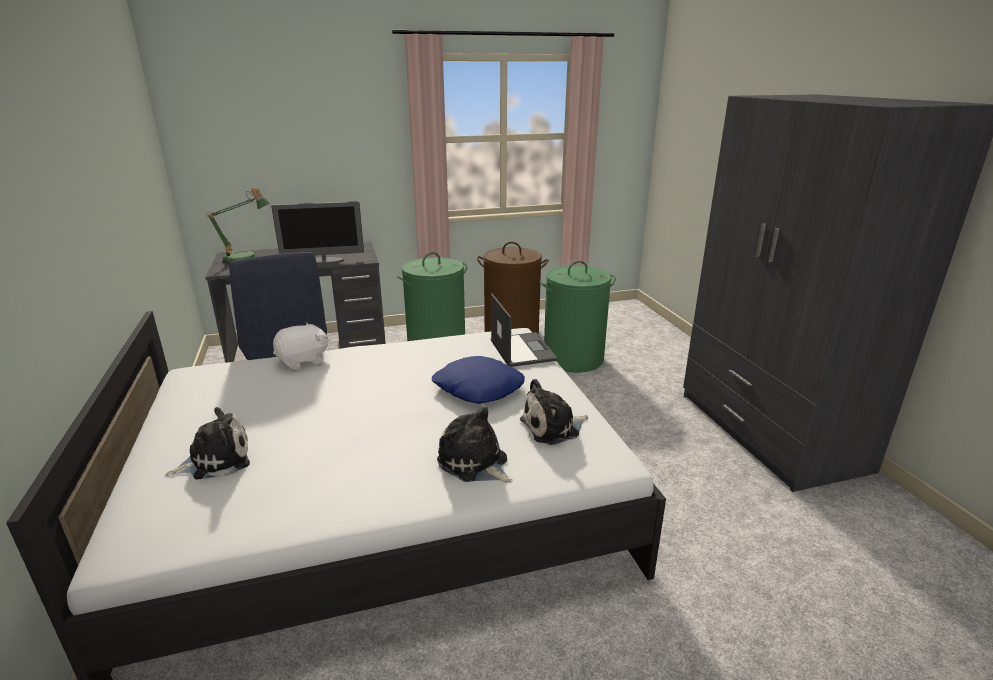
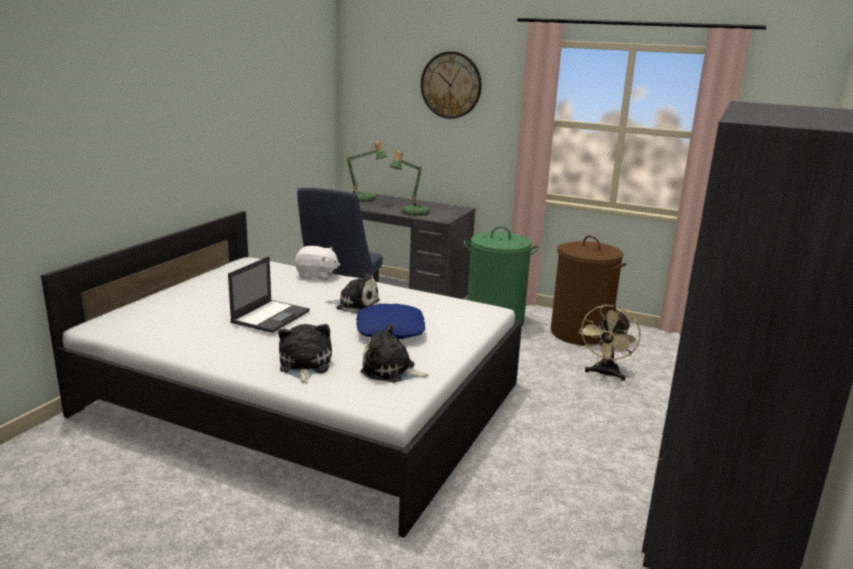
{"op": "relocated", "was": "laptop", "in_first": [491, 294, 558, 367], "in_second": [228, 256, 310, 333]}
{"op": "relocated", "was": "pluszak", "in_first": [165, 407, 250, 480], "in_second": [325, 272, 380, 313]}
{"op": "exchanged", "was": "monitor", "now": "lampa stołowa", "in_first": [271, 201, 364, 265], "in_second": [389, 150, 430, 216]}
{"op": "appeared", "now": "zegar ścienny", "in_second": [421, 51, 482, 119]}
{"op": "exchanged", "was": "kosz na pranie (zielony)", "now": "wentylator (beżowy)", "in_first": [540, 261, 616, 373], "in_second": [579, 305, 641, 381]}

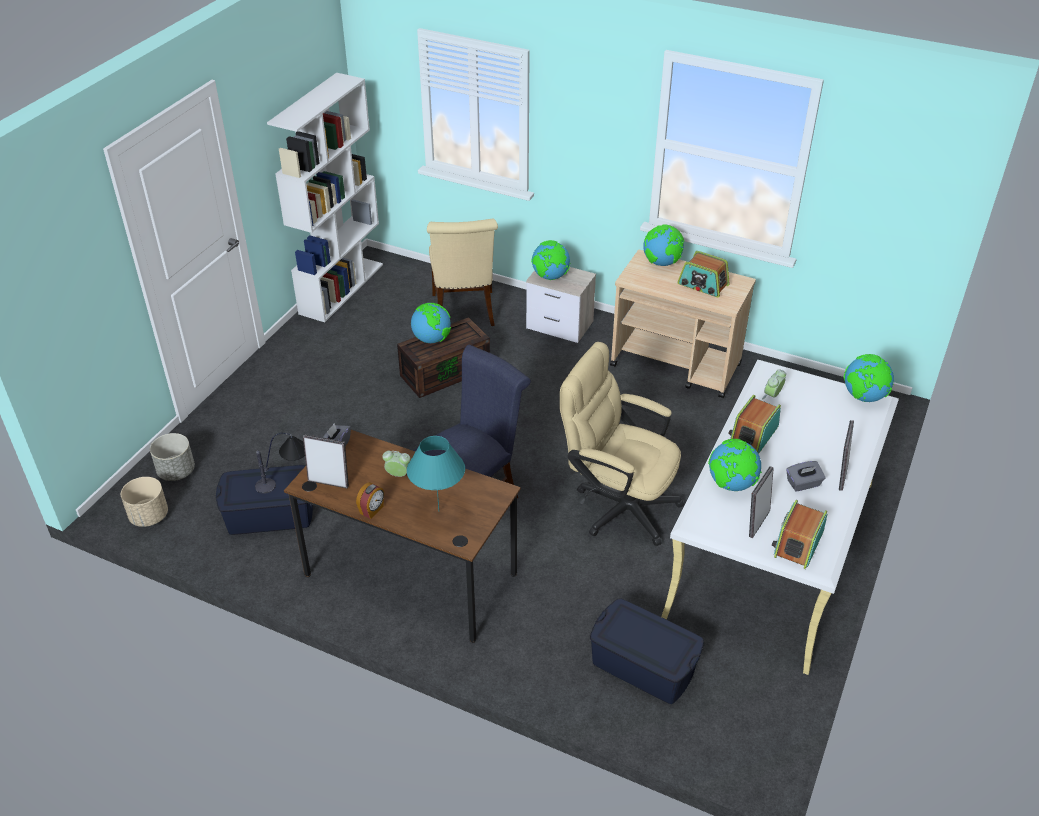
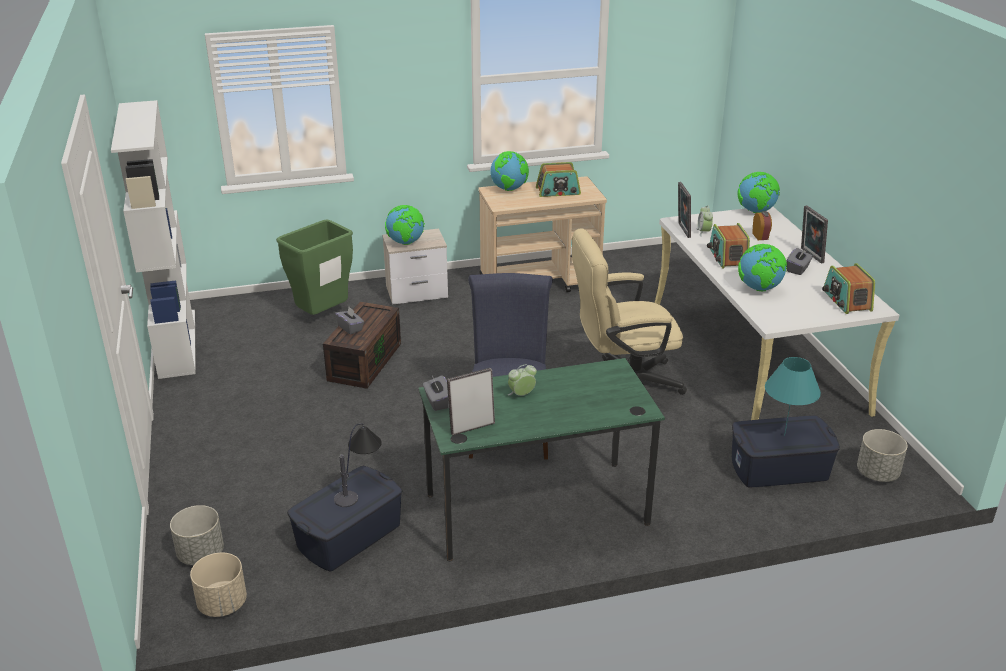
{"op": "exchanged", "was": "krzesło (beżowy)", "now": "kosz na śmieci (zielony)", "in_first": [427, 218, 498, 326], "in_second": [276, 219, 353, 315]}
{"op": "exchanged", "was": "globus", "now": "pudełko chusteczek (szary)", "in_first": [411, 303, 451, 343], "in_second": [335, 307, 364, 335]}
{"op": "colour", "was": "biurko (brązowy)", "now": "biurko (zielony)", "in_first": [284, 430, 521, 643], "in_second": [418, 358, 665, 561]}
{"op": "relocated", "was": "ramka na zdjęcie", "in_first": [749, 466, 774, 538], "in_second": [678, 182, 691, 238]}
{"op": "relocated", "was": "budzik", "in_first": [356, 482, 384, 519], "in_second": [752, 211, 772, 240]}
{"op": "relocated", "was": "lampa stołowa (turkusowy)", "in_first": [407, 436, 465, 510], "in_second": [765, 357, 821, 436]}
{"op": "appeared", "now": "donica (szary)", "in_second": [857, 429, 907, 482]}

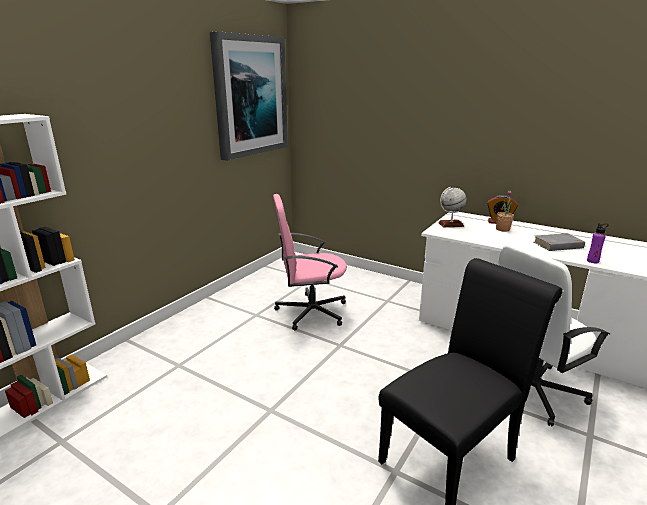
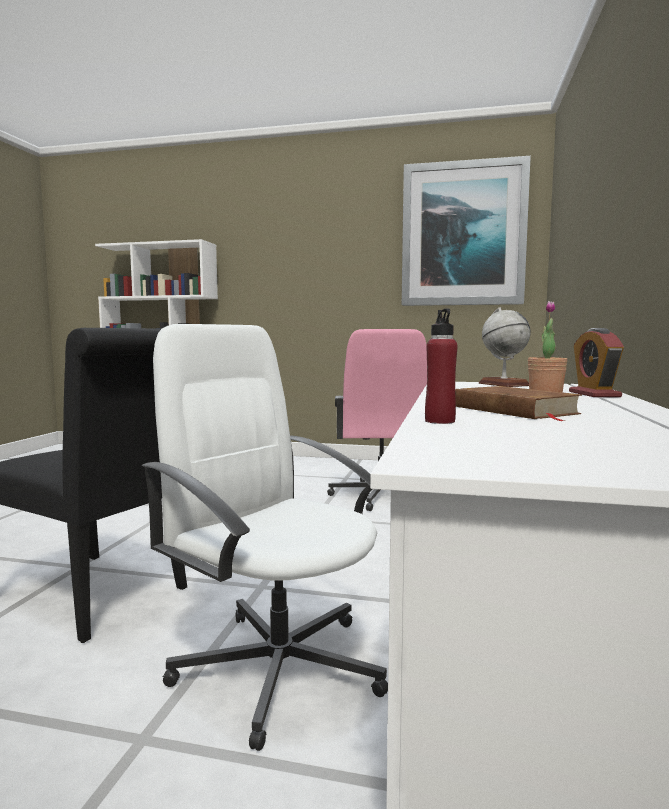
{"op": "spun", "was": "krzesło biurowe (różowy)", "in_first": [273, 194, 347, 331], "in_second": [327, 329, 427, 511], "clockwise": -150}
{"op": "colour", "was": "butelka (fioletowy)", "now": "butelka (czerwony)", "in_first": [587, 223, 608, 263], "in_second": [425, 309, 457, 424]}
{"op": "colour", "was": "książka (szary)", "now": "książka (brązowy)", "in_first": [534, 233, 585, 251], "in_second": [455, 386, 582, 421]}

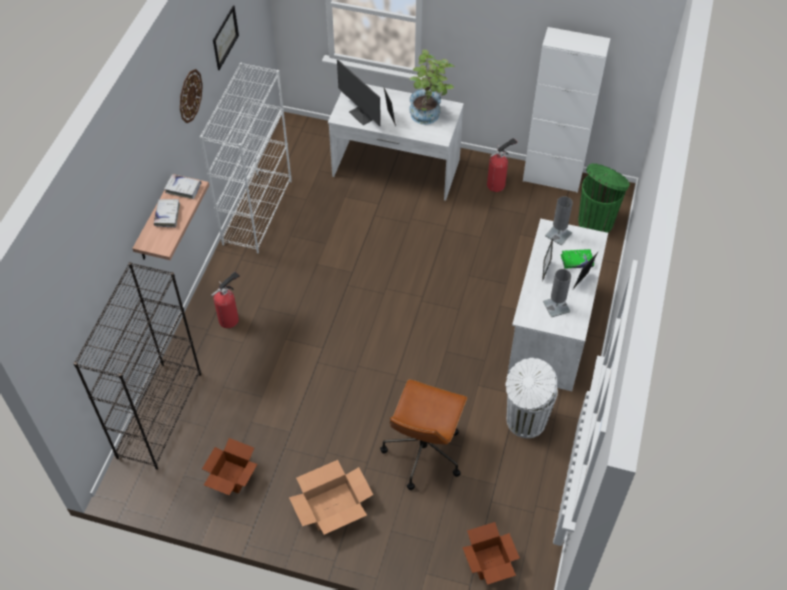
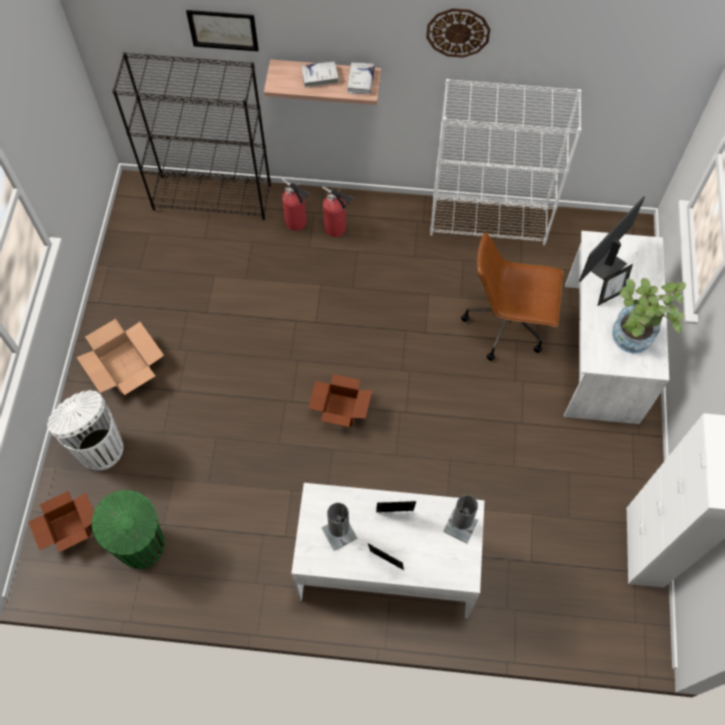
{"op": "relocated", "was": "kosz na śmieci (biały)", "in_first": [506, 358, 558, 438], "in_second": [47, 390, 123, 471]}
{"op": "relocated", "was": "kosz na śmieci (zielony)", "in_first": [578, 163, 630, 233], "in_second": [92, 490, 165, 569]}
{"op": "relocated", "was": "obraz", "in_first": [213, 5, 239, 70], "in_second": [186, 10, 259, 51]}
{"op": "relocated", "was": "gaśnica", "in_first": [487, 138, 517, 192], "in_second": [282, 178, 311, 231]}
{"op": "relocated", "was": "karton", "in_first": [202, 438, 257, 495], "in_second": [308, 374, 372, 427]}
{"op": "relocated", "was": "krzesło biurowe (brązowy)", "in_first": [380, 379, 467, 490], "in_second": [461, 232, 563, 361]}
{"op": "missing", "was": "książka (zielony)", "in_first": [561, 249, 594, 268]}

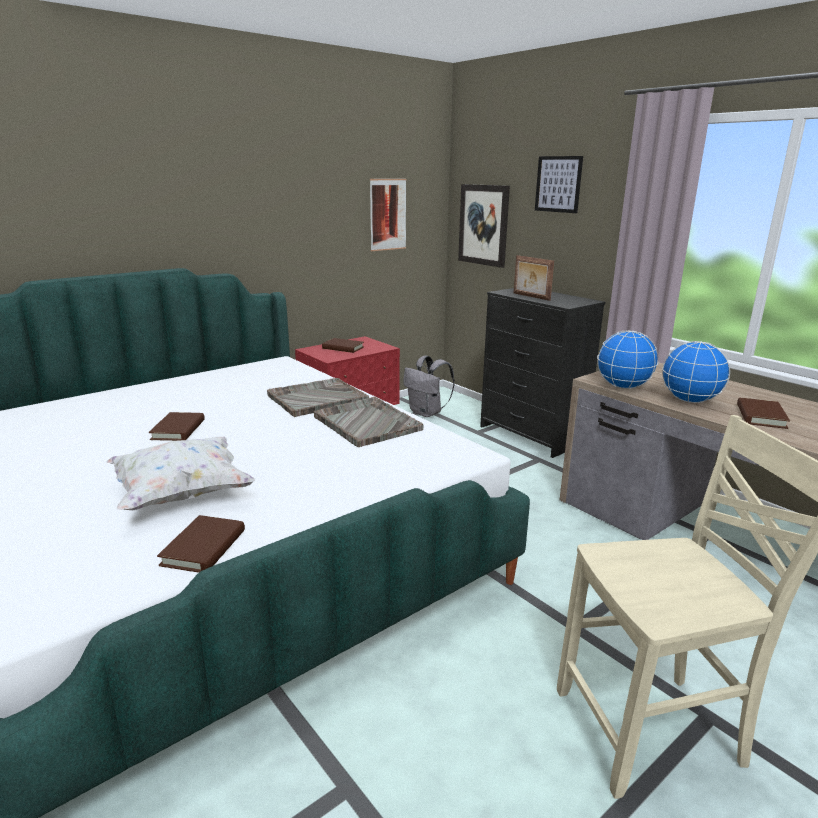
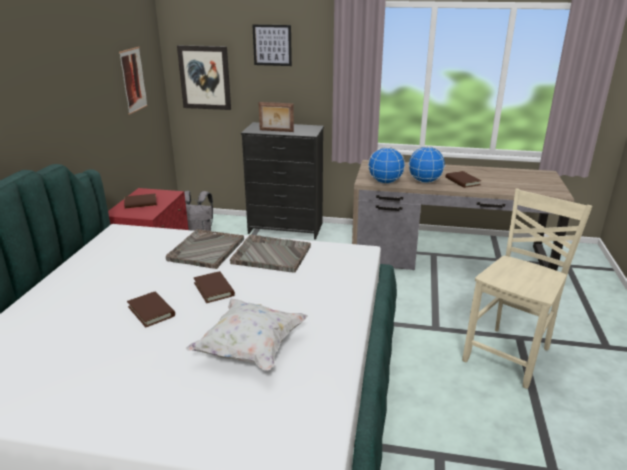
{"op": "relocated", "was": "książka (brązowy)", "in_first": [157, 515, 245, 573], "in_second": [194, 271, 235, 303]}

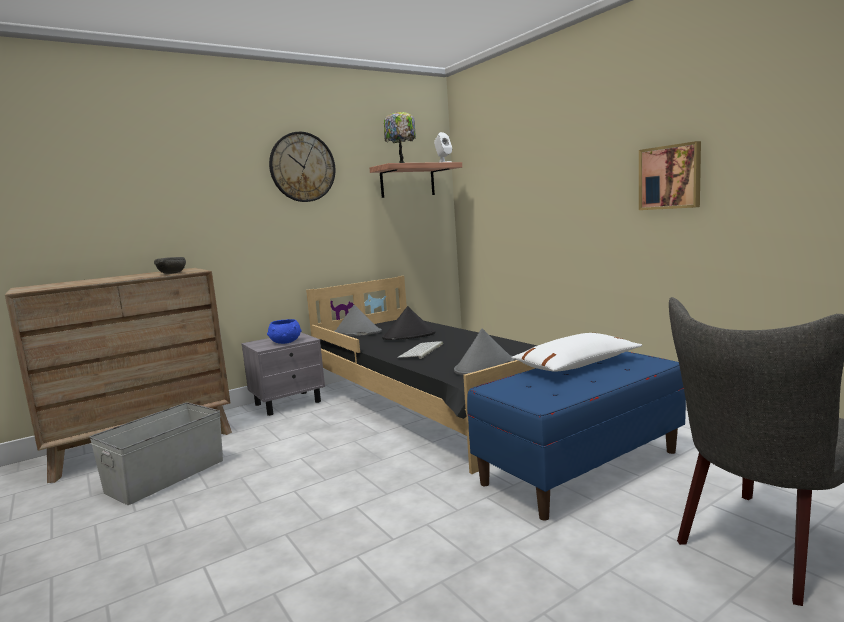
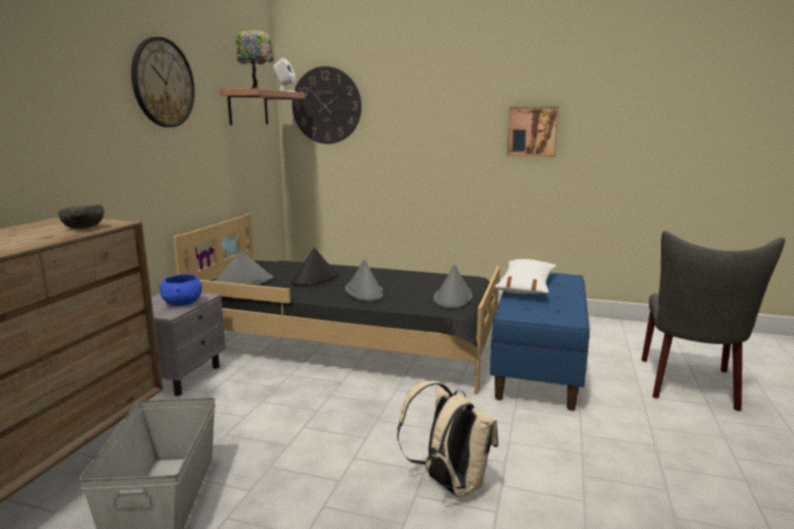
{"op": "appeared", "now": "zegar ścienny", "in_second": [292, 66, 362, 144]}
{"op": "exchanged", "was": "klawiatura", "now": "kapelusz (szary)", "in_first": [398, 341, 443, 359], "in_second": [345, 259, 384, 302]}
{"op": "appeared", "now": "plecak (beżowy)", "in_second": [397, 381, 498, 497]}

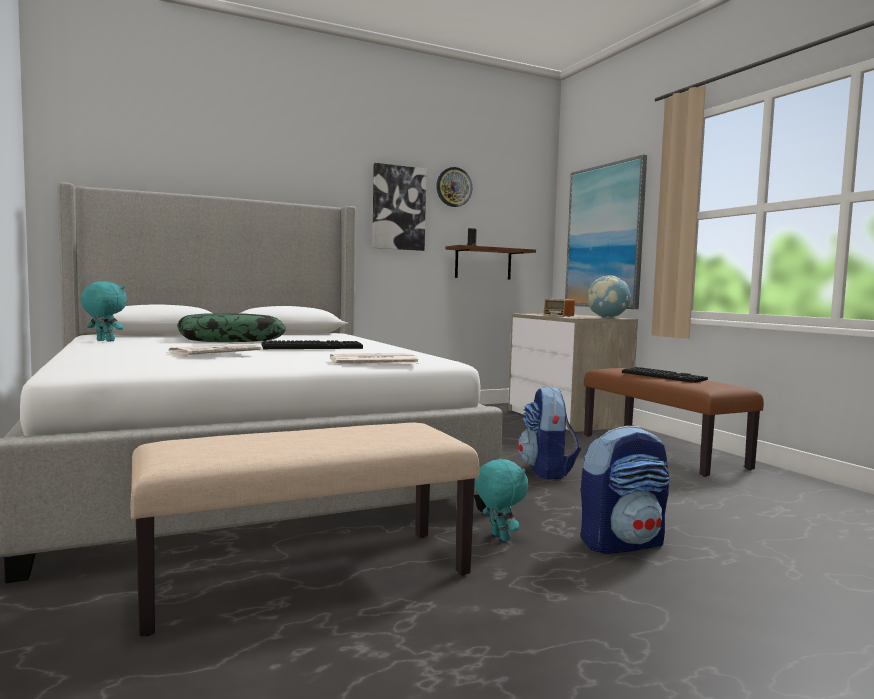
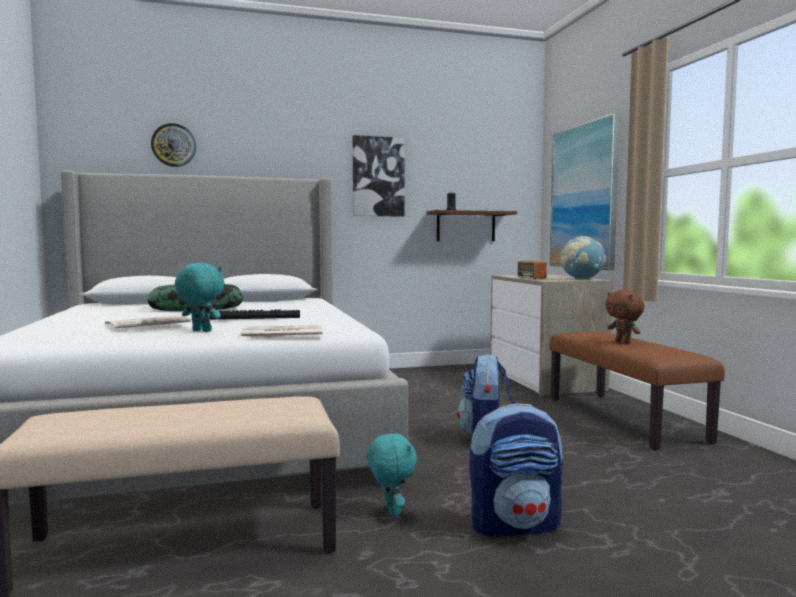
{"op": "relocated", "was": "zegar ścienny", "in_first": [436, 167, 472, 207], "in_second": [151, 123, 196, 167]}
{"op": "relocated", "was": "pluszak (turkusowy)", "in_first": [81, 281, 127, 341], "in_second": [175, 263, 224, 332]}
{"op": "exchanged", "was": "klawiatura", "now": "pluszak (brązowy)", "in_first": [622, 367, 708, 383], "in_second": [605, 289, 645, 344]}

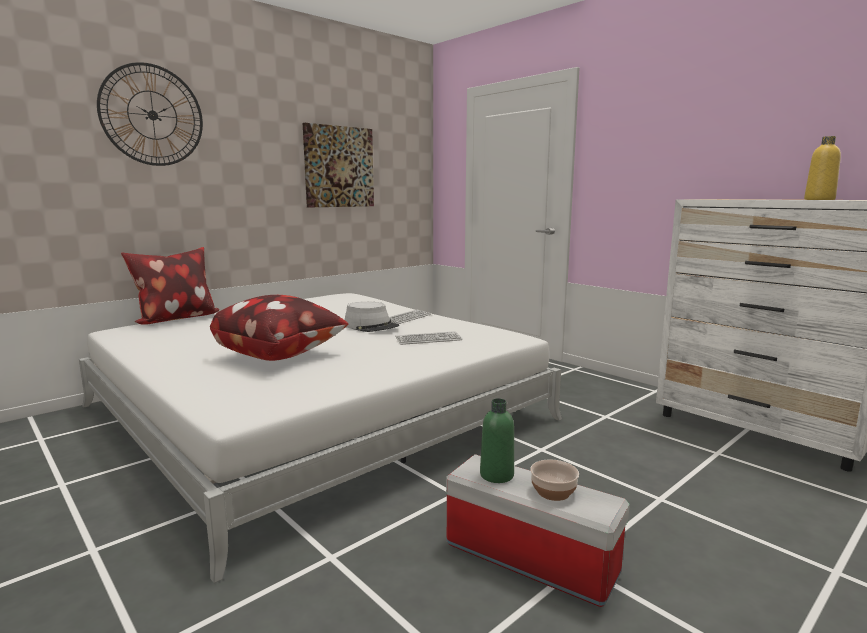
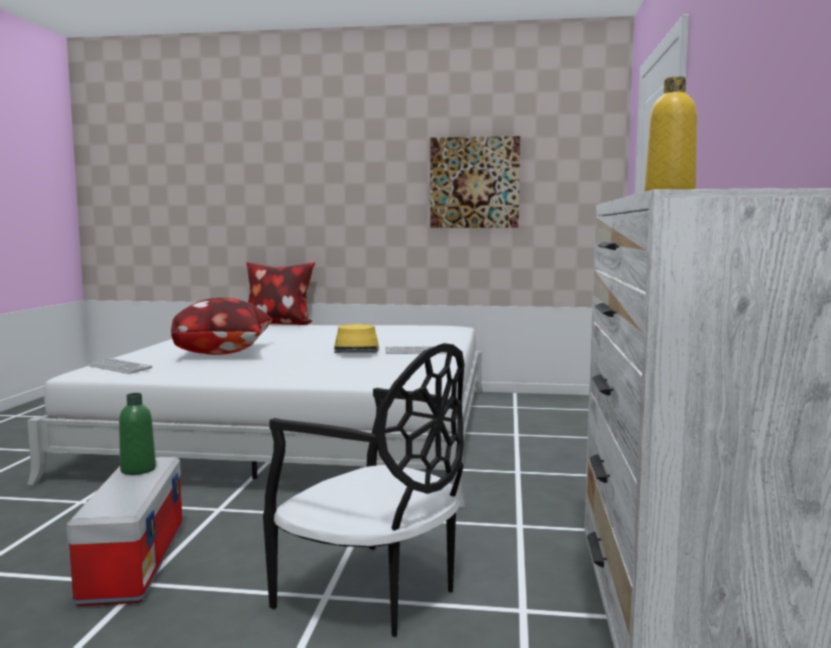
{"op": "relocated", "was": "klawiatura", "in_first": [395, 331, 462, 345], "in_second": [88, 358, 152, 374]}
{"op": "appeared", "now": "krzesło (czarny)", "in_second": [263, 343, 465, 637]}
{"op": "colour", "was": "kapelusz (szary)", "now": "kapelusz (żółty)", "in_first": [345, 302, 399, 332], "in_second": [334, 324, 379, 353]}
{"op": "missing", "was": "zegar ścienny", "in_first": [97, 62, 203, 166]}
{"op": "missing", "was": "miska", "in_first": [530, 459, 579, 501]}

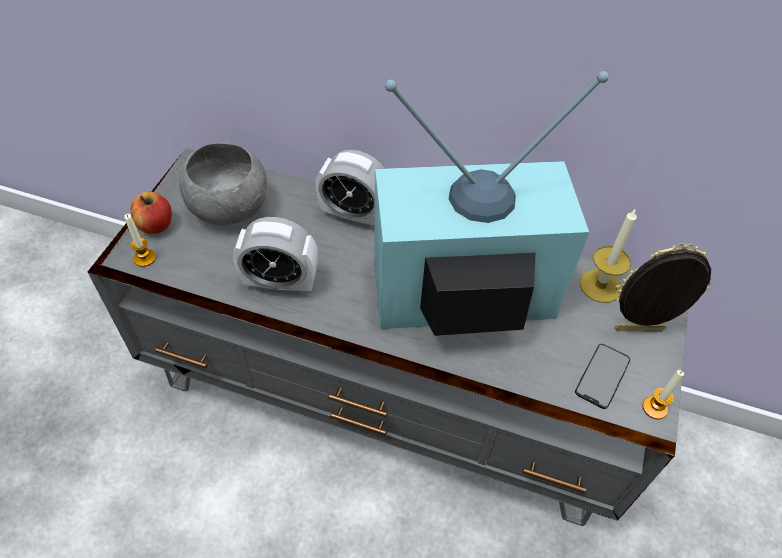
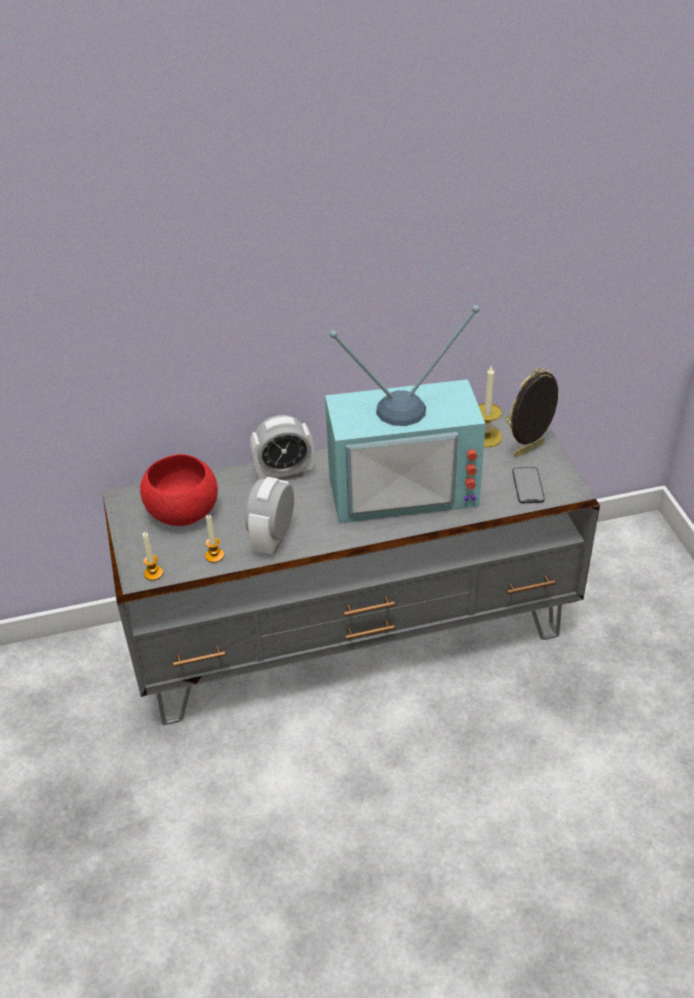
{"op": "colour", "was": "miska (szary)", "now": "miska (czerwony)", "in_first": [179, 143, 267, 225], "in_second": [140, 454, 218, 526]}
{"op": "relocated", "was": "świeca", "in_first": [642, 370, 684, 419], "in_second": [205, 515, 224, 563]}
{"op": "spun", "was": "budzik", "in_first": [233, 217, 318, 295], "in_second": [245, 477, 294, 554], "clockwise": 135}
{"op": "spun", "was": "telewizor", "in_first": [374, 71, 609, 336], "in_second": [325, 305, 485, 523], "clockwise": -150}
{"op": "missing", "was": "jabłko", "in_first": [131, 191, 172, 234]}

